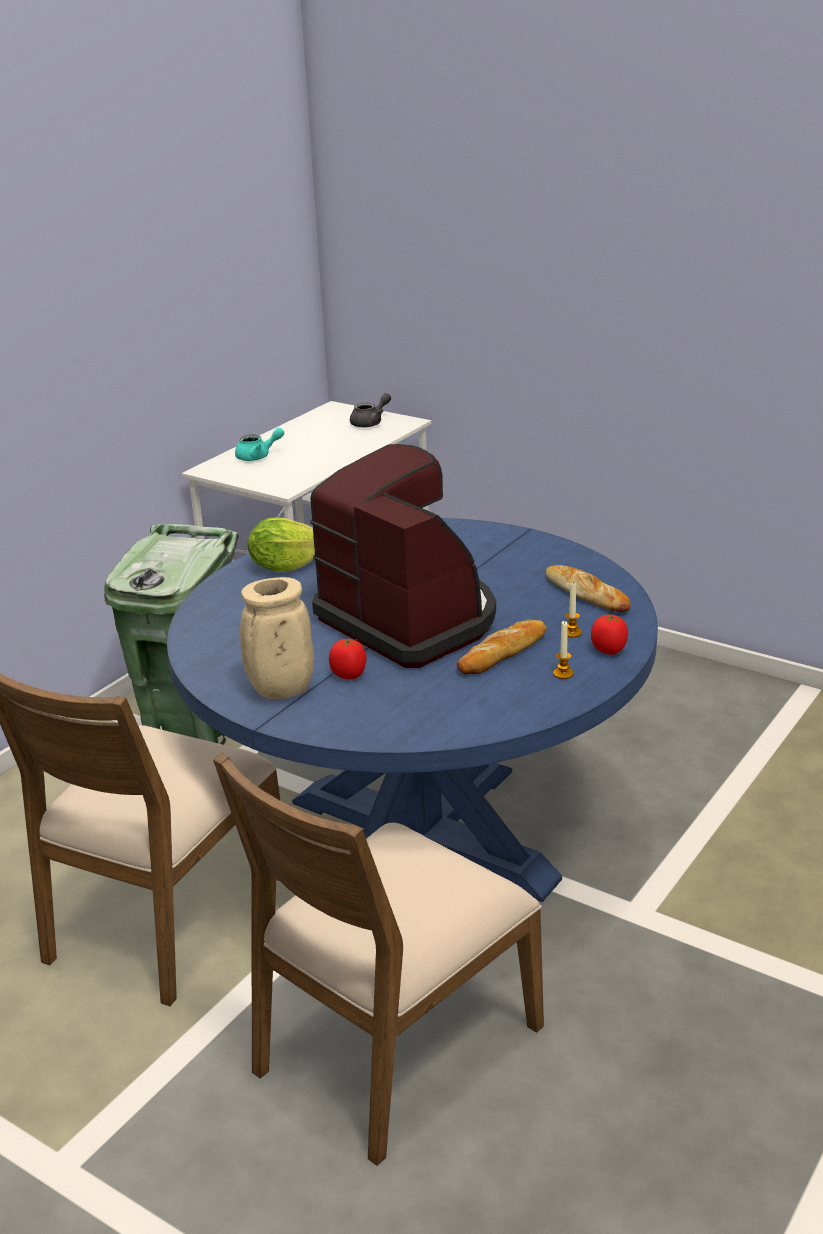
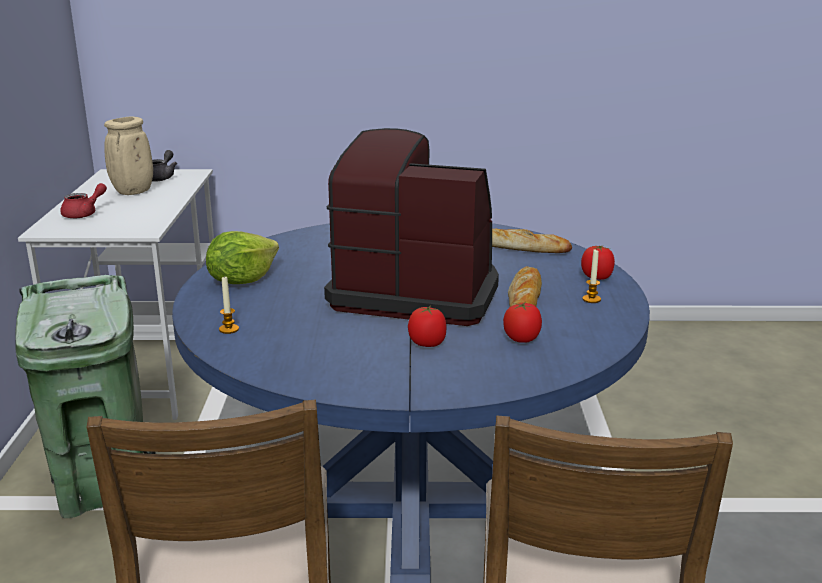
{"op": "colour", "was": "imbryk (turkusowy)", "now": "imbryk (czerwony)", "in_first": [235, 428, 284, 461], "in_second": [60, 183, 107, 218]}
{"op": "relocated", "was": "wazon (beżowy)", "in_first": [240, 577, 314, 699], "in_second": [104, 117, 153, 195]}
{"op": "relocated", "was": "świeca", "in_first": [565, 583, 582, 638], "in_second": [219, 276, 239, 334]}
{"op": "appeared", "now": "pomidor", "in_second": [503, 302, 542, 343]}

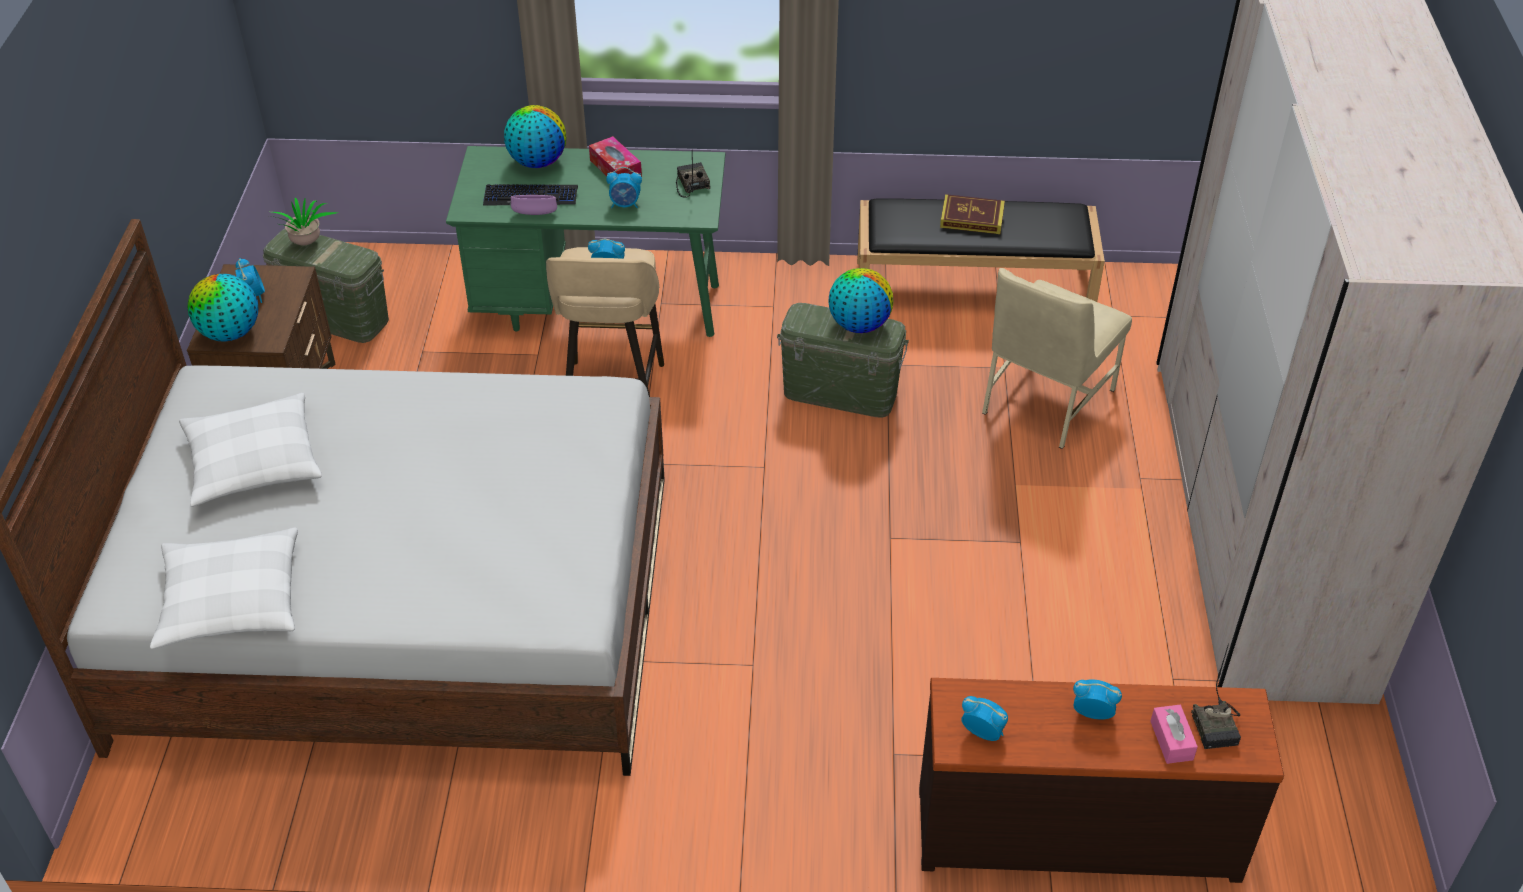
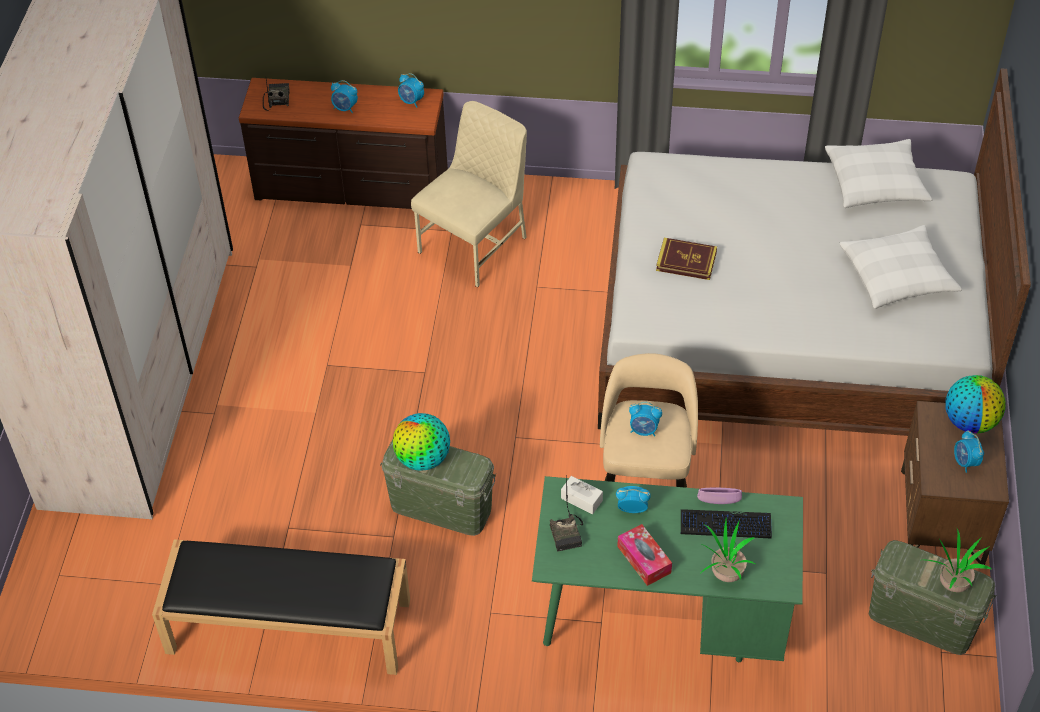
{"op": "relocated", "was": "krzesło (beżowy)", "in_first": [982, 268, 1132, 449], "in_second": [411, 101, 527, 287]}
{"op": "appeared", "now": "pudełko chusteczek (biały)", "in_second": [561, 476, 603, 514]}
{"op": "relocated", "was": "książka", "in_first": [940, 194, 1005, 234], "in_second": [656, 238, 717, 280]}
{"op": "exchanged", "was": "globus", "now": "roślina doniczkowa", "in_first": [504, 105, 566, 168], "in_second": [701, 519, 755, 582]}
{"op": "missing", "was": "pudełko chusteczek (różowy)", "in_first": [1150, 705, 1198, 764]}

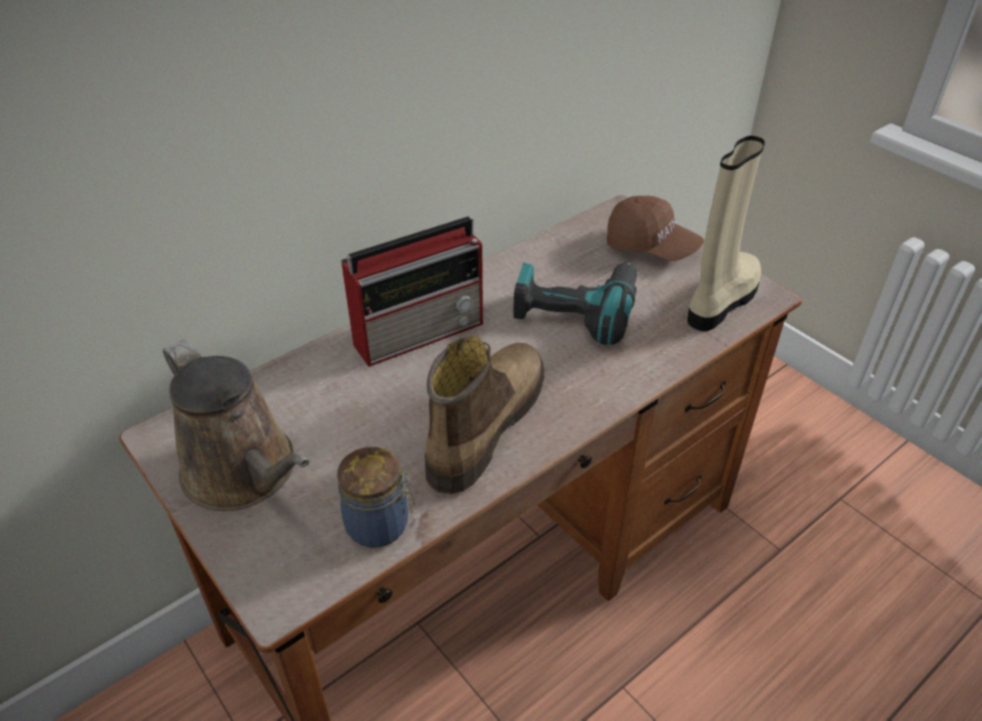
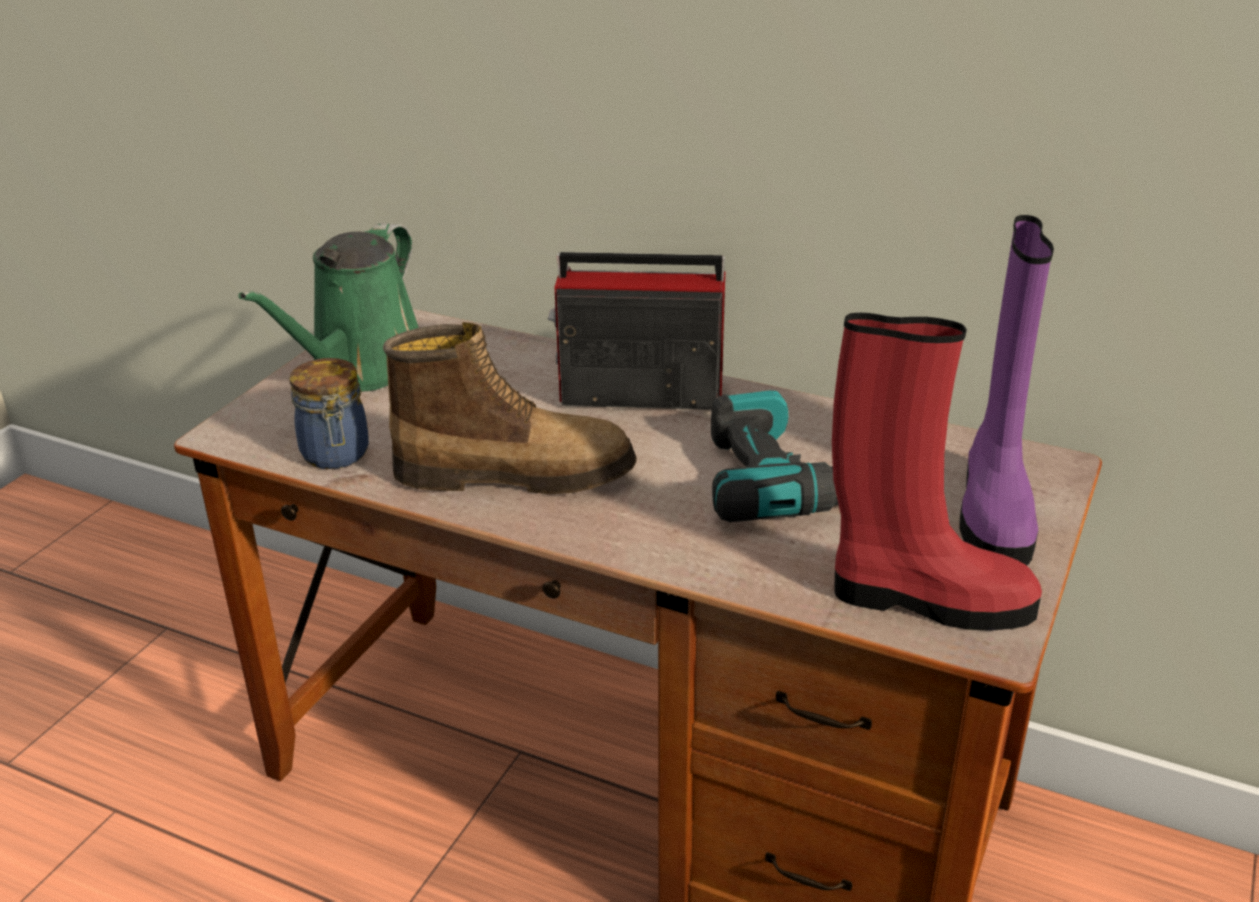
{"op": "colour", "was": "konewka (brązowy)", "now": "konewka (zielony)", "in_first": [162, 339, 310, 511], "in_second": [238, 223, 419, 392]}
{"op": "spun", "was": "radio", "in_first": [341, 216, 483, 367], "in_second": [548, 252, 725, 410], "clockwise": 150}
{"op": "colour", "was": "but z cholewką (beżowy)", "now": "but z cholewką (czerwony)", "in_first": [687, 136, 765, 331], "in_second": [832, 313, 1042, 631]}
{"op": "exchanged", "was": "czapka z daszkiem (brązowy)", "now": "but z cholewką (fioletowy)", "in_first": [607, 195, 704, 261], "in_second": [959, 215, 1054, 566]}

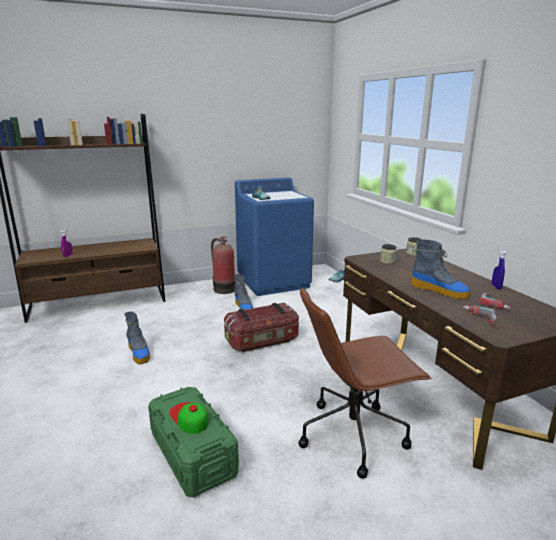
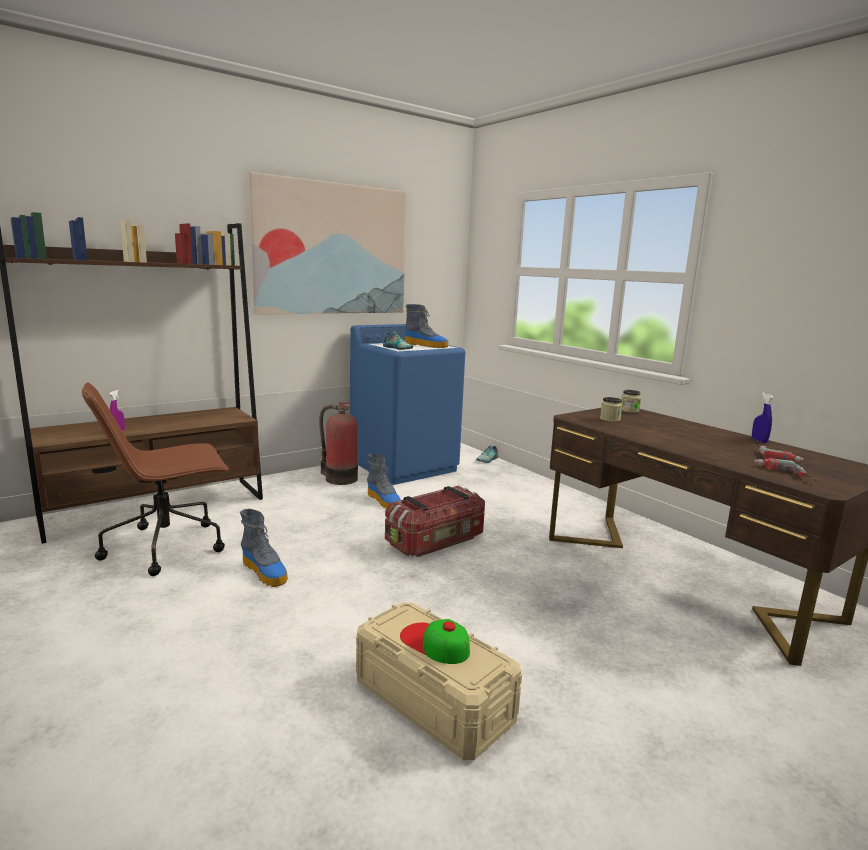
{"op": "relocated", "was": "krzesło biurowe (brązowy)", "in_first": [299, 288, 431, 479], "in_second": [82, 382, 229, 576]}
{"op": "appeared", "now": "obraz", "in_second": [248, 172, 406, 315]}
{"op": "colour", "was": "pojemnik do przechowywania (zielony)", "now": "pojemnik do przechowywania (beżowy)", "in_first": [148, 387, 239, 498], "in_second": [356, 603, 522, 760]}
{"op": "relocated", "was": "but z cholewką", "in_first": [410, 239, 471, 300], "in_second": [405, 304, 448, 348]}

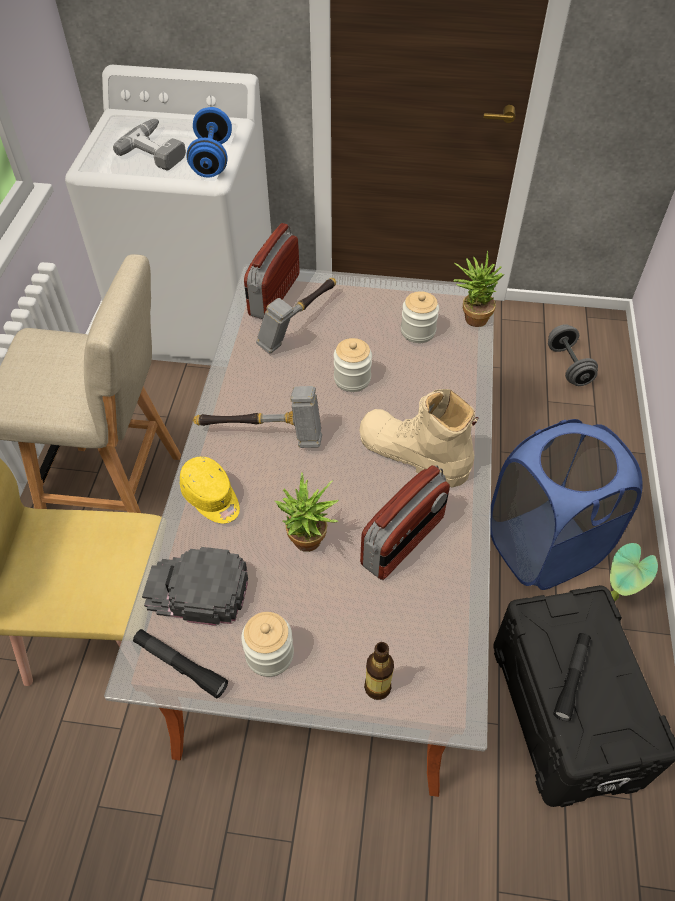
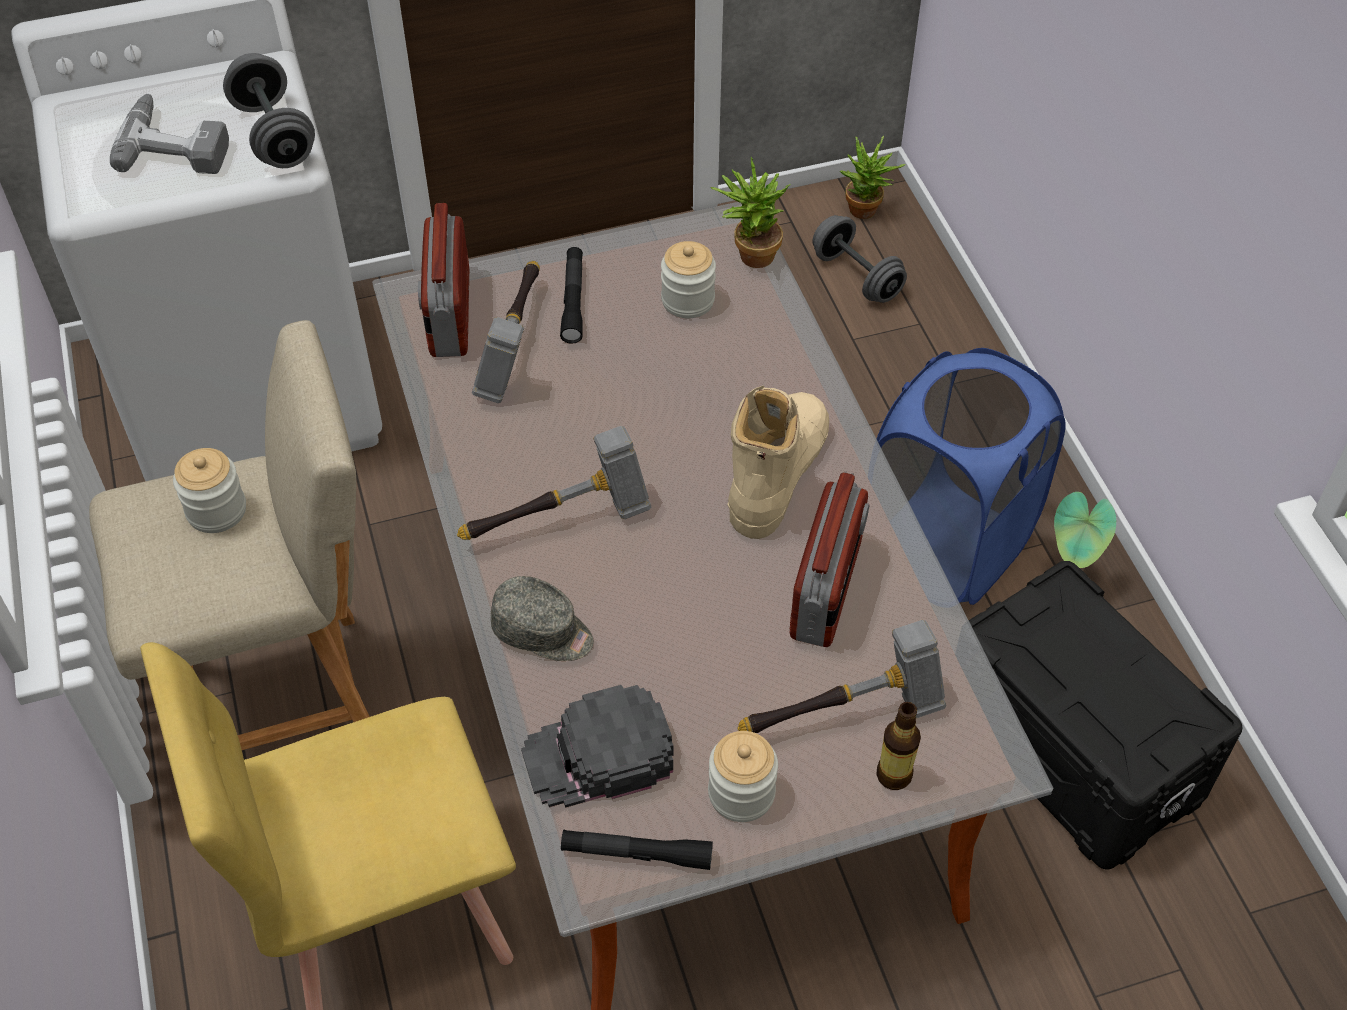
{"op": "relocated", "was": "słoik", "in_first": [334, 338, 372, 392], "in_second": [173, 448, 246, 533]}
{"op": "colour", "was": "hantel (niebieski)", "now": "hantel (szary)", "in_first": [186, 107, 232, 178], "in_second": [223, 53, 315, 168]}
{"op": "colour", "was": "czapka z daszkiem (żółty)", "now": "czapka z daszkiem (szary)", "in_first": [180, 457, 240, 524], "in_second": [491, 576, 594, 661]}
{"op": "relocated", "was": "latarka (czarny)", "in_first": [553, 633, 591, 721], "in_second": [560, 247, 583, 344]}
{"op": "spun", "was": "but z cholewką (beżowy)", "in_first": [359, 389, 479, 488], "in_second": [727, 385, 829, 539], "clockwise": 105}
{"op": "appeared", "now": "młotek", "in_second": [737, 620, 946, 733]}
{"op": "relocated", "was": "roślina doniczkowa", "in_first": [275, 472, 339, 552], "in_second": [840, 136, 906, 219]}

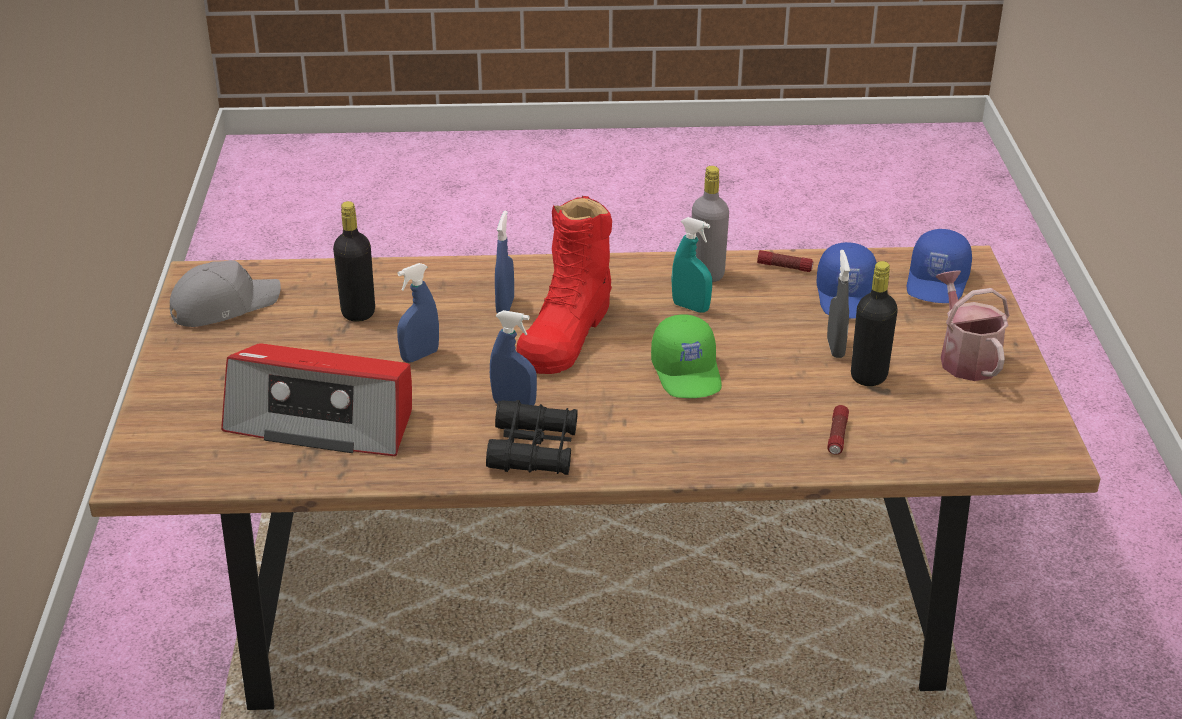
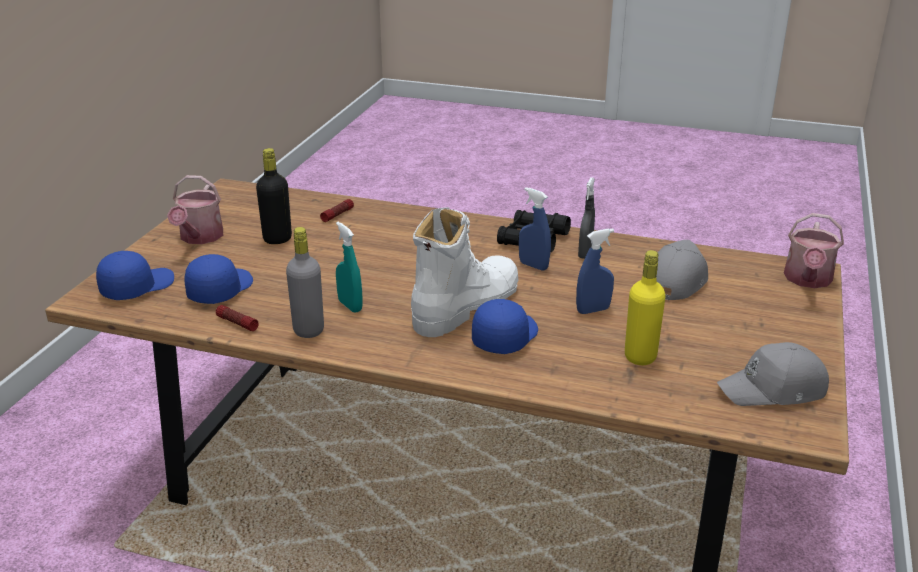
{"op": "colour", "was": "but z cholewką (czerwony)", "now": "but z cholewką (biały)", "in_first": [516, 196, 612, 374], "in_second": [411, 207, 518, 337]}
{"op": "exchanged", "was": "spryskiwacz (niebieski)", "now": "czapka z daszkiem (niebieski)", "in_first": [495, 211, 514, 313], "in_second": [472, 299, 538, 354]}
{"op": "relocated", "was": "spryskiwacz (szary)", "in_first": [827, 250, 850, 358], "in_second": [578, 177, 595, 259]}
{"op": "colour", "was": "butelka (czarny)", "now": "butelka (żółty)", "in_first": [333, 201, 375, 322], "in_second": [625, 250, 666, 365]}
{"op": "exchanged", "was": "radio", "now": "czapka z daszkiem (szary)", "in_first": [221, 343, 412, 456], "in_second": [656, 240, 708, 300]}
{"op": "appeared", "now": "konewka", "in_second": [784, 213, 844, 288]}
{"op": "missing", "was": "czapka z daszkiem (zielony)", "in_first": [651, 314, 722, 398]}

